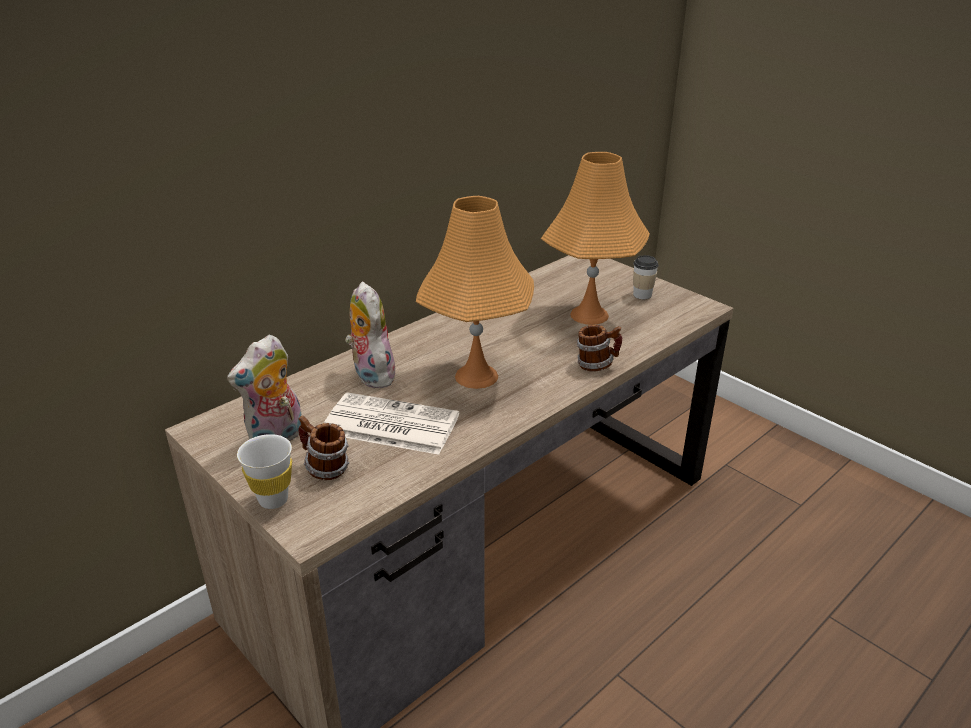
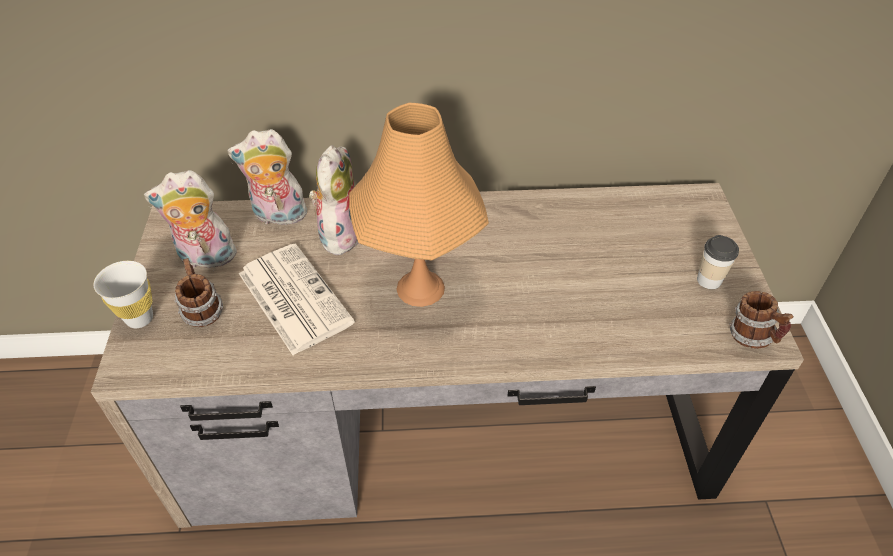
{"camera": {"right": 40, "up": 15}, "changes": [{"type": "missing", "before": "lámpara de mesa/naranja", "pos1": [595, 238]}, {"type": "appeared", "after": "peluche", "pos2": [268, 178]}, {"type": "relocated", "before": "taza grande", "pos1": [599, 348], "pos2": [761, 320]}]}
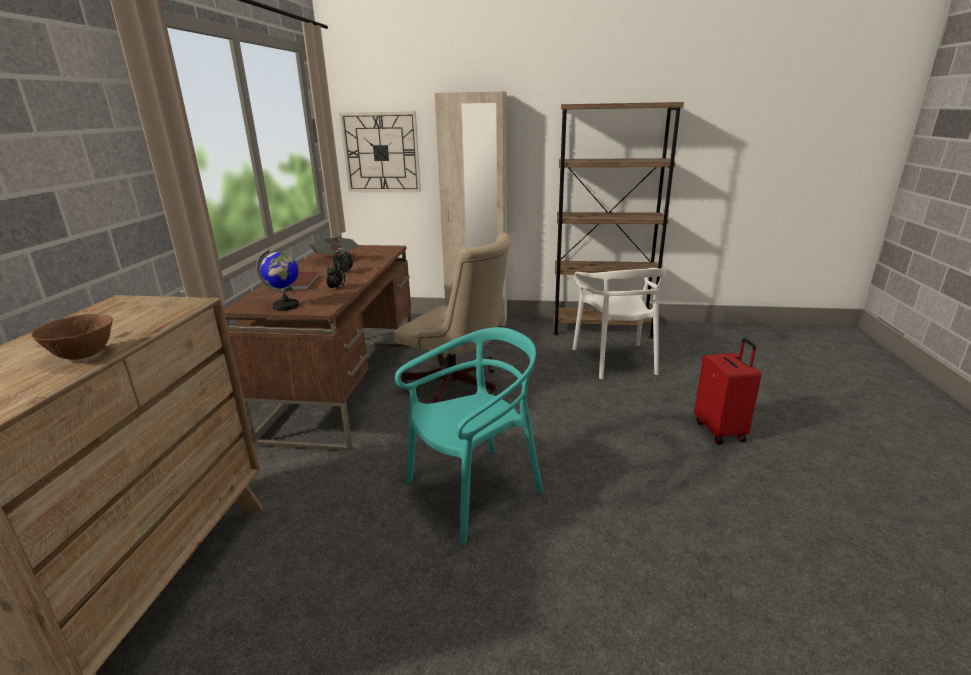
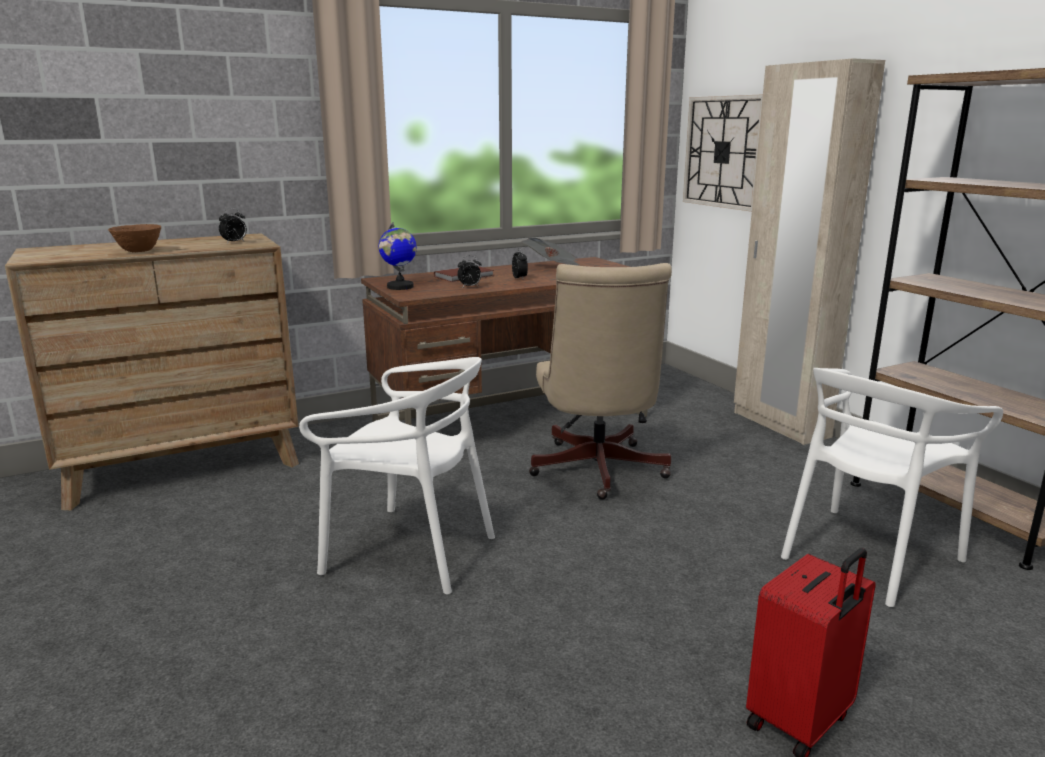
{"camera": {"right": 55, "up": -5}, "changes": [{"type": "appeared", "after": "despertador", "pos2": [233, 226]}, {"type": "colour", "before": "silla/turquesa", "after": "silla/blanco", "pos1": [469, 435], "pos2": [397, 475]}]}
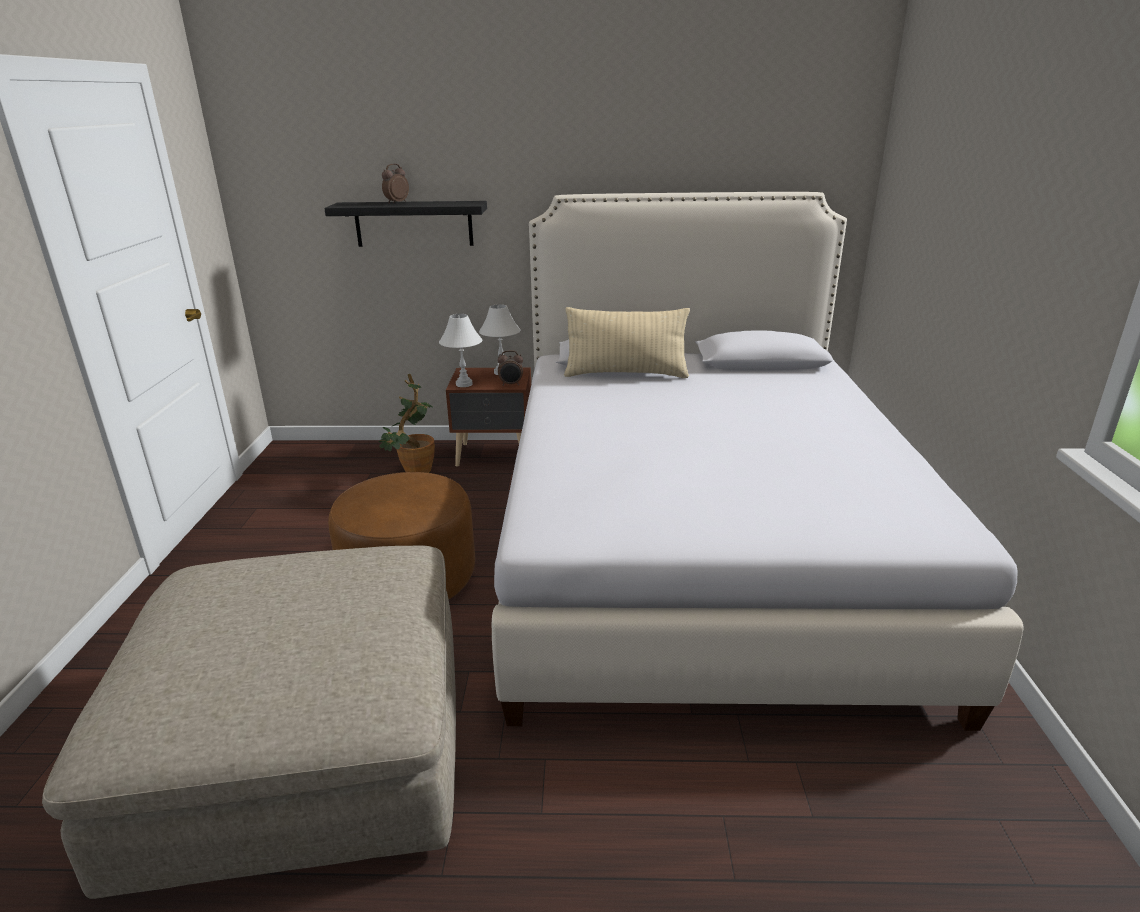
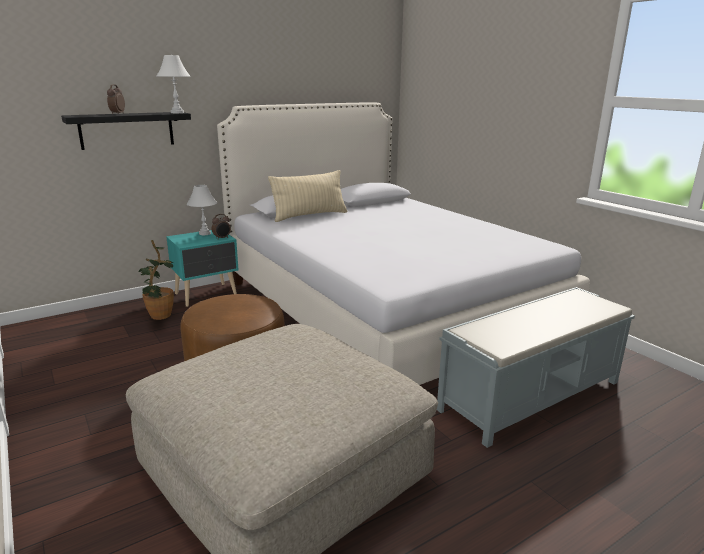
{"camera": {"right": -35, "up": -5}, "changes": [{"type": "appeared", "after": "banco/gris", "pos2": [536, 367]}, {"type": "relocated", "before": "lámpara de mesa/blanco", "pos1": [460, 350], "pos2": [174, 84]}, {"type": "colour", "before": "mesita de noche/marrón", "after": "mesita de noche/turquesa", "pos1": [488, 417], "pos2": [202, 268]}]}
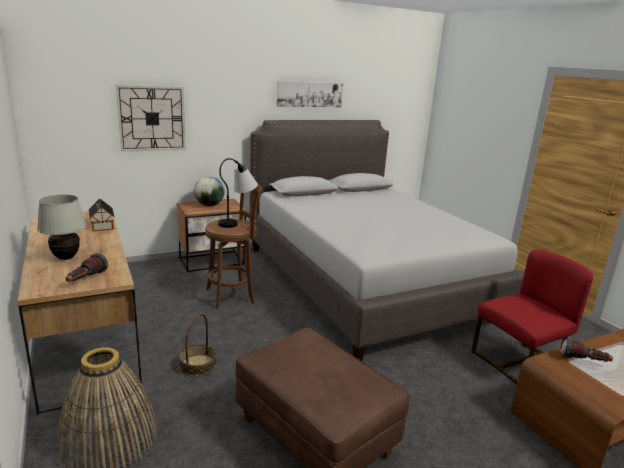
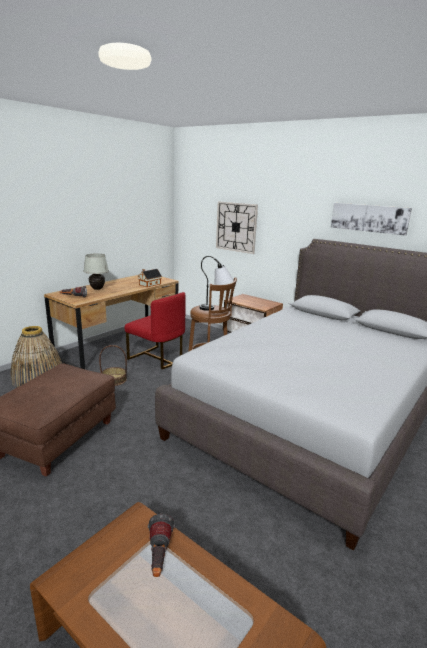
{"camera": {"right": 65, "up": 0}, "changes": [{"type": "missing", "before": "globo terráqueo", "pos1": [209, 191]}, {"type": "relocated", "before": "silla/rojo", "pos1": [532, 317], "pos2": [155, 330]}]}
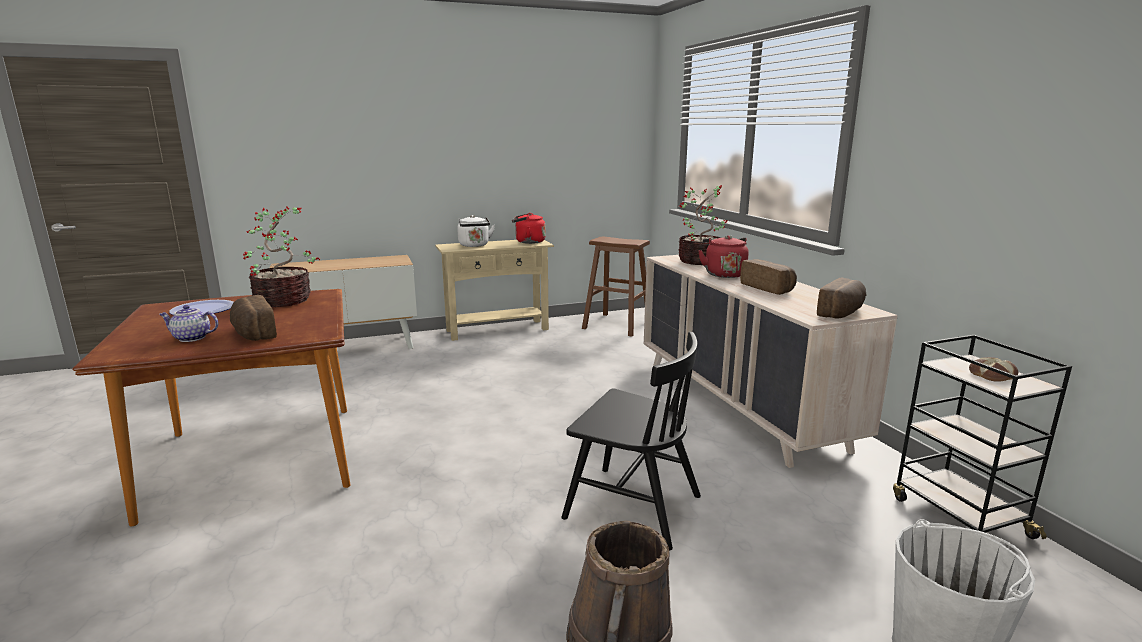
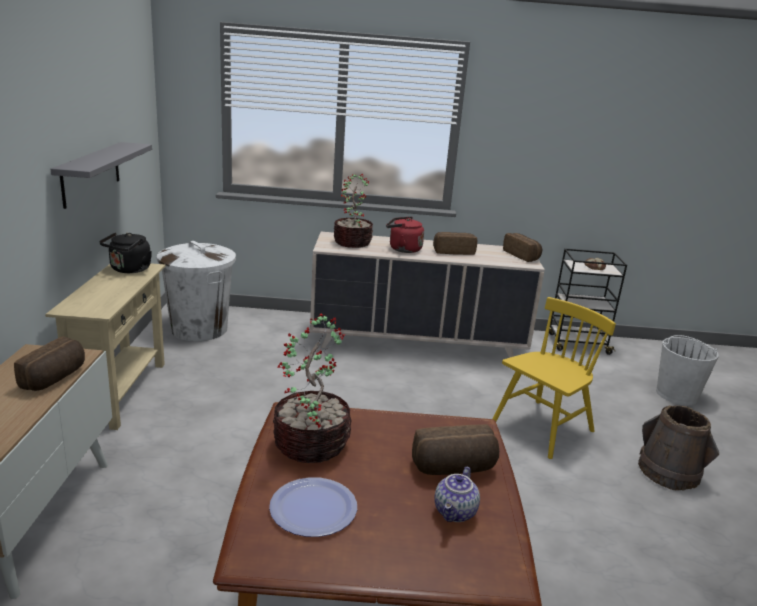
{"camera": {"right": -70, "up": 5}, "changes": [{"type": "missing", "before": "hervidor/blanco", "pos1": [476, 231]}, {"type": "appeared", "after": "pan", "pos2": [49, 363]}, {"type": "appeared", "after": "estante/gris", "pos2": [101, 175]}, {"type": "exchanged", "before": "taburete/marrón", "after": "papelera/blanco", "pos1": [616, 287], "pos2": [196, 291]}, {"type": "colour", "before": "hervidor/rojo", "after": "hervidor/negro", "pos1": [529, 228], "pos2": [125, 252]}, {"type": "colour", "before": "silla/negro", "after": "silla/amarillo", "pos1": [631, 441], "pos2": [554, 378]}]}
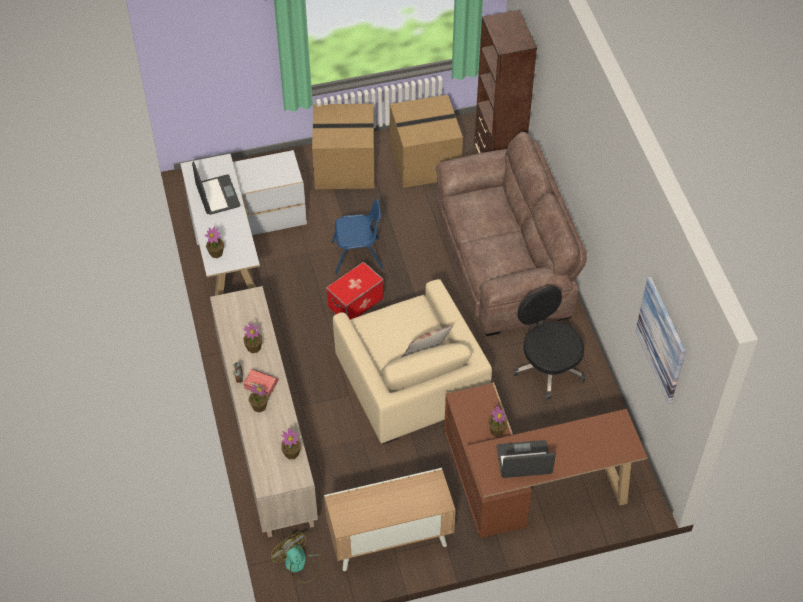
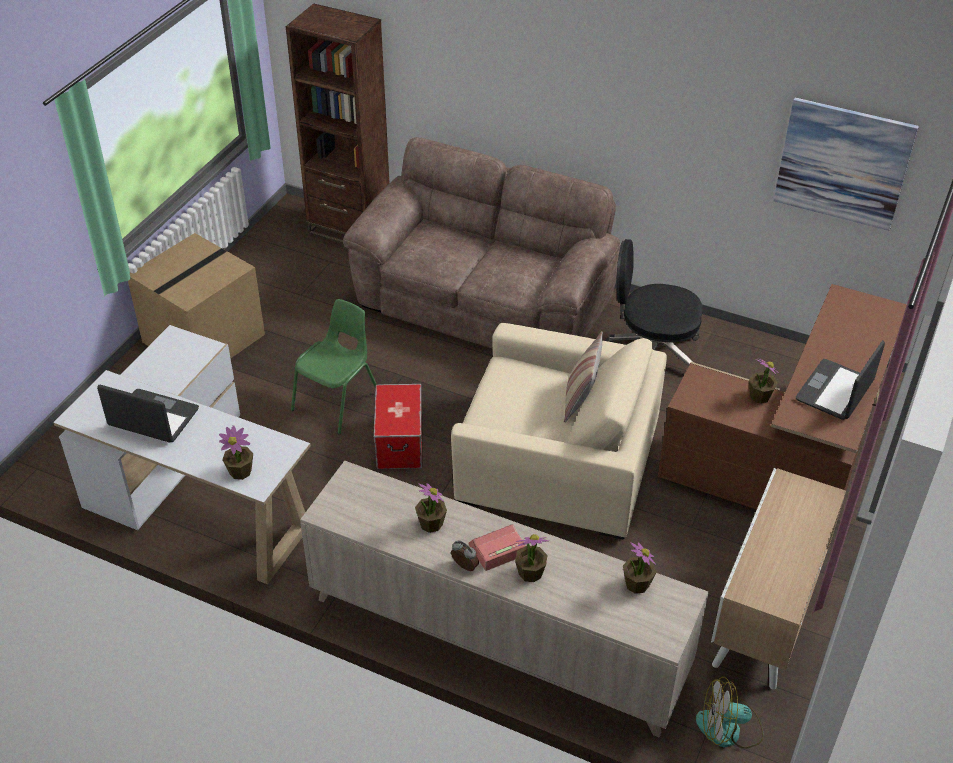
{"camera": {"right": -50, "up": -10}, "changes": [{"type": "missing", "before": "caja de cartón", "pos1": [426, 141]}, {"type": "colour", "before": "silla/azul", "after": "silla/verde", "pos1": [357, 236], "pos2": [334, 366]}]}
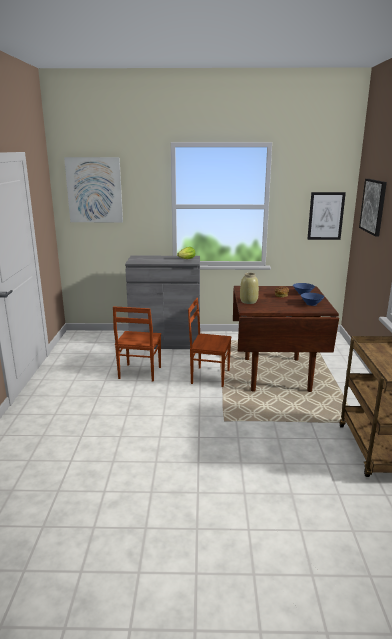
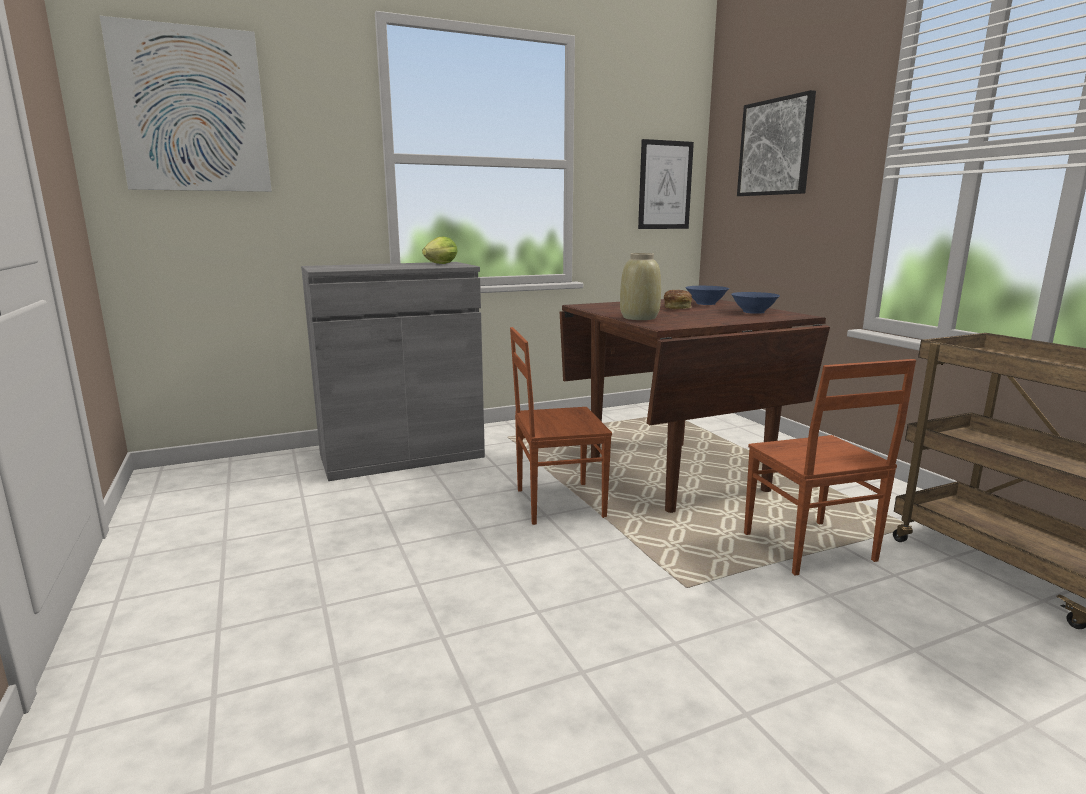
{"camera": {"right": -25, "up": -5}, "changes": [{"type": "relocated", "before": "silla/marrón", "pos1": [137, 344], "pos2": [830, 467]}]}
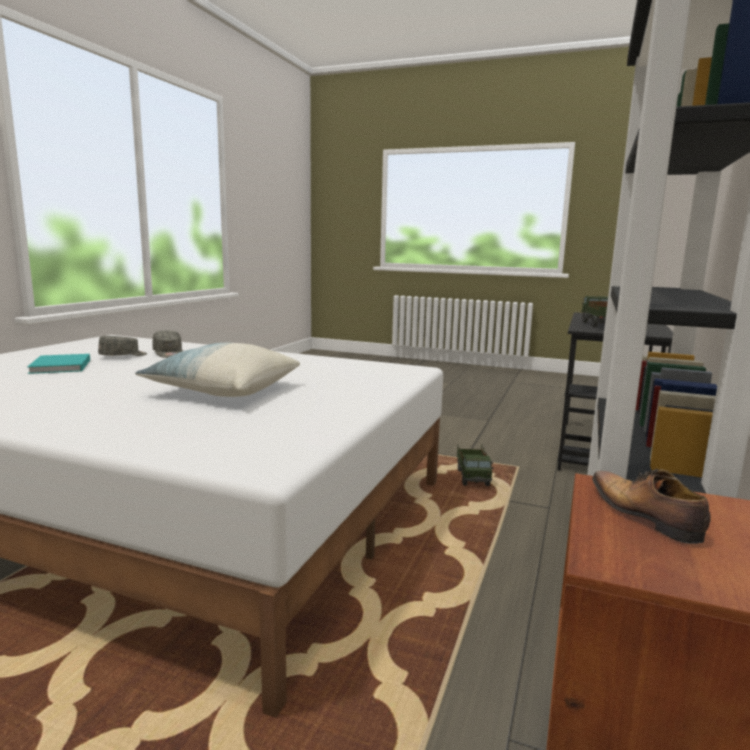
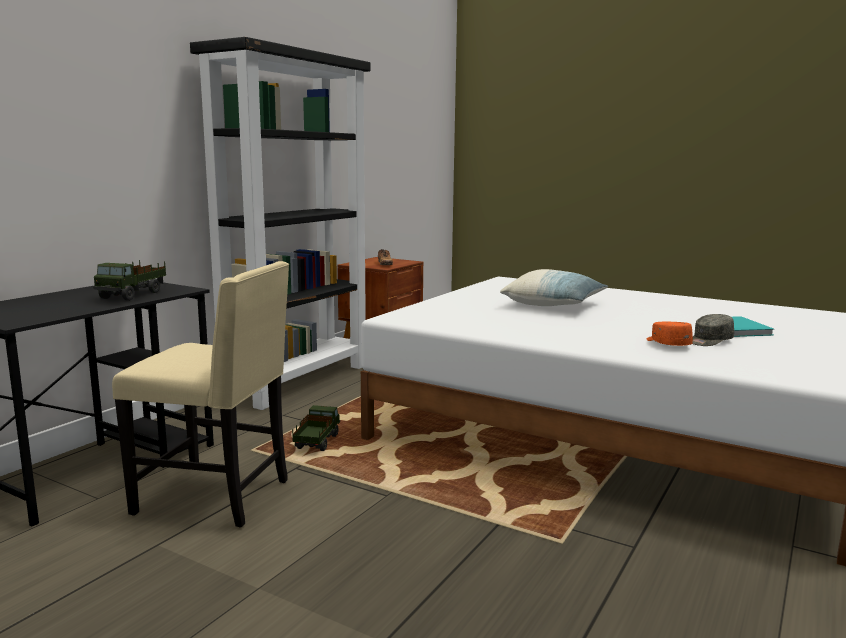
{"camera": {"right": -170, "up": 0}, "changes": [{"type": "appeared", "after": "silla/beis", "pos2": [200, 394]}, {"type": "colour", "before": "gorra/gris", "after": "gorra/naranja", "pos1": [167, 344], "pos2": [670, 334]}]}
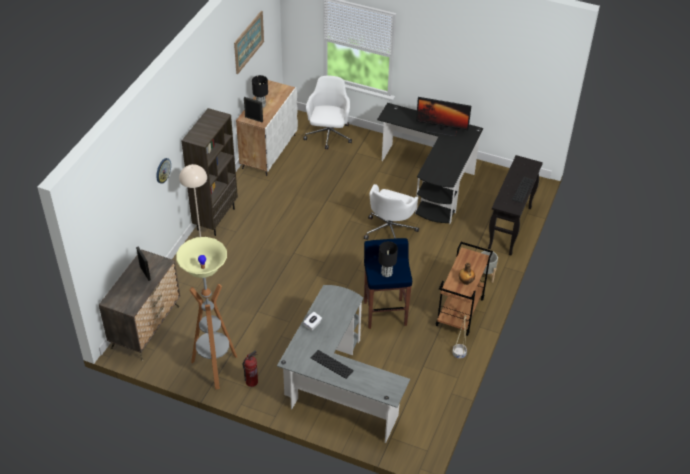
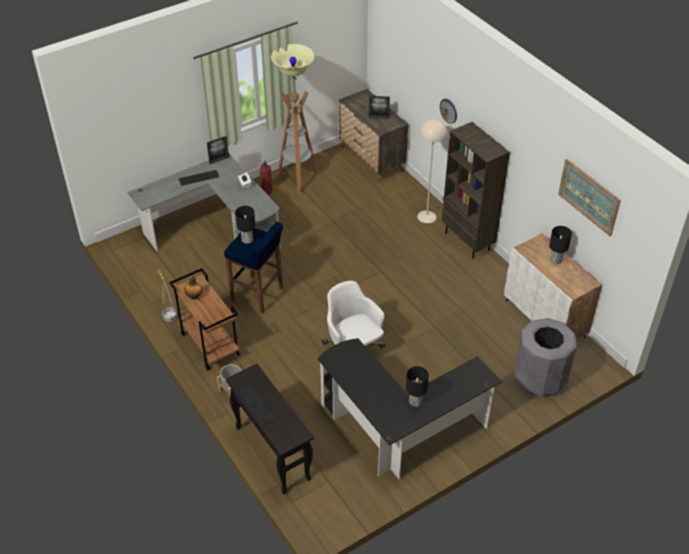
{"camera": {"right": 125, "up": 0}, "changes": [{"type": "relocated", "before": "portarretratos", "pos1": [253, 109], "pos2": [218, 150]}, {"type": "exchanged", "before": "silla de oficina/blanco", "after": "papelera/gris", "pos1": [327, 112], "pos2": [545, 357]}, {"type": "exchanged", "before": "monitor", "after": "lámpara de mesa/negro", "pos1": [443, 117], "pos2": [417, 386]}]}
